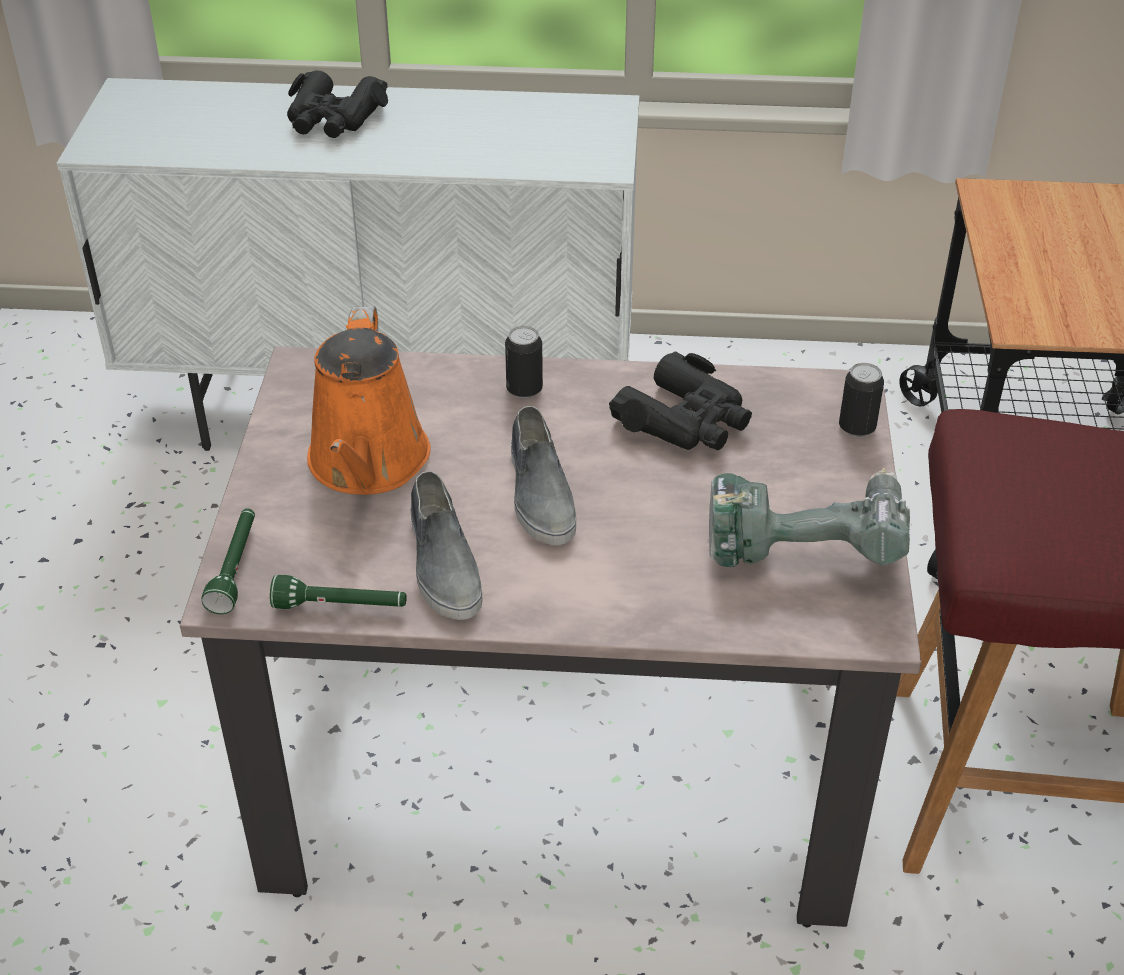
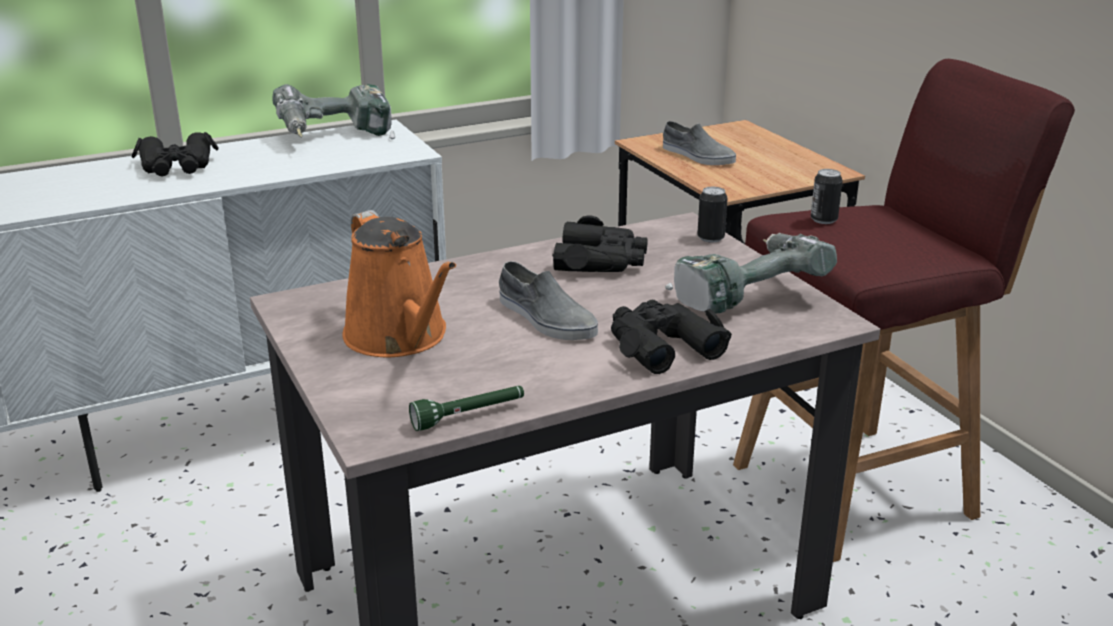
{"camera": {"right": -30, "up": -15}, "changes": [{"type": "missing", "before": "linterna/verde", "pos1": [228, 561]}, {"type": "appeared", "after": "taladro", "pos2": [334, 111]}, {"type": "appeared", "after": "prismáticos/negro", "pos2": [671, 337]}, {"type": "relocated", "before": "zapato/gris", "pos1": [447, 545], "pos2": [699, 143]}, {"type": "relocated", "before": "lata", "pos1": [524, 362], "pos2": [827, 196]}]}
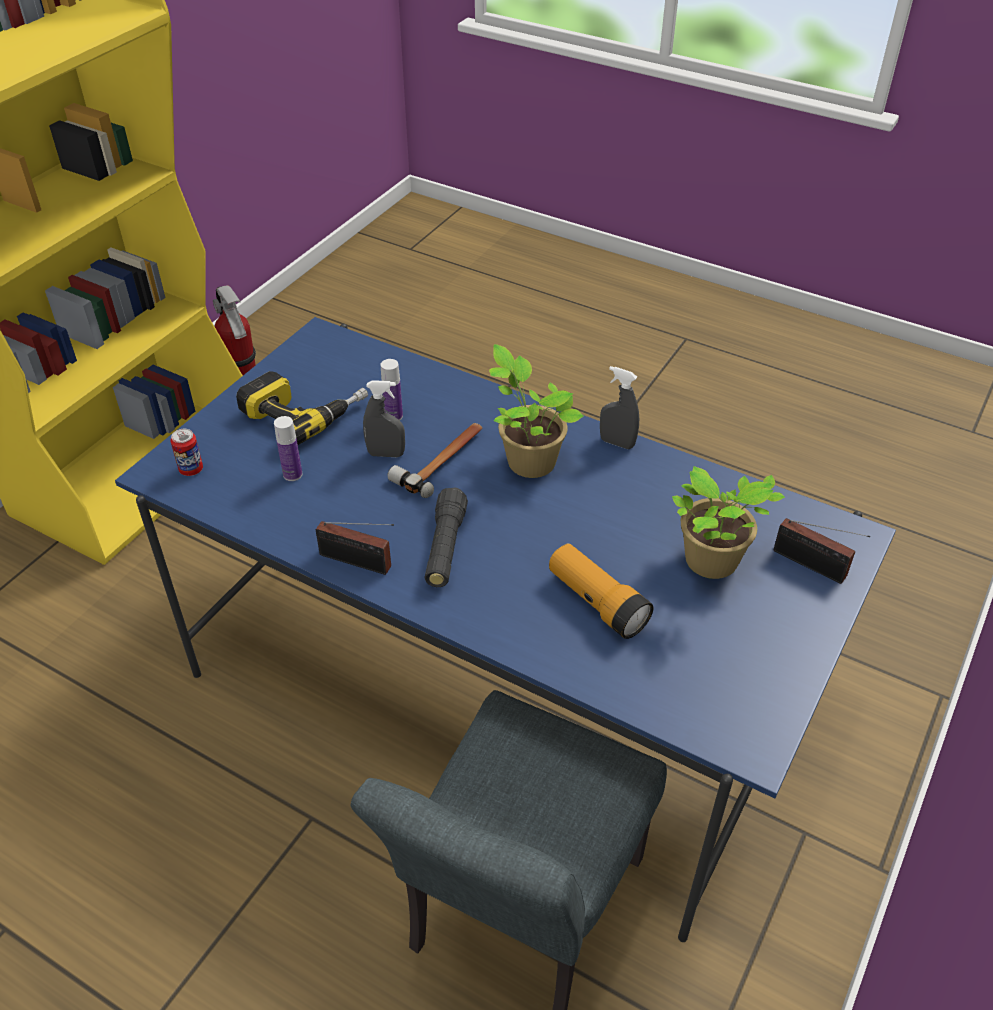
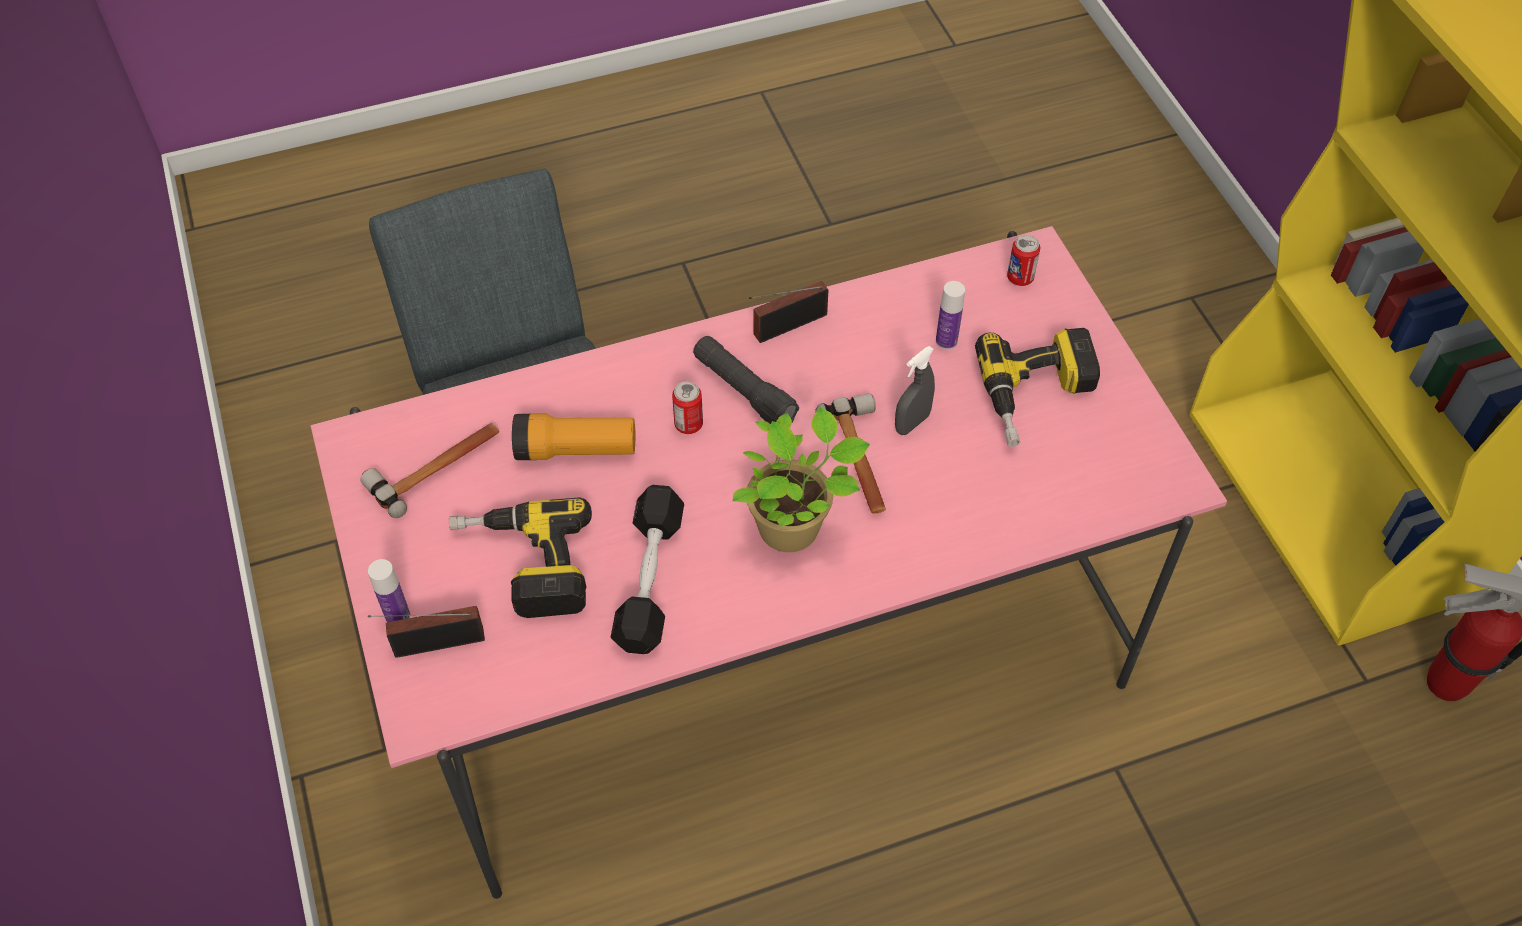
{"camera": {"right": 130, "up": 10}, "changes": [{"type": "missing", "before": "pulverizador/gris", "pos1": [619, 407]}, {"type": "appeared", "after": "martillo", "pos2": [429, 470]}, {"type": "appeared", "after": "mancuerna/negro", "pos2": [647, 569]}, {"type": "appeared", "after": "lata", "pos2": [687, 407]}, {"type": "relocated", "before": "botella", "pos1": [392, 390], "pos2": [389, 590]}, {"type": "exchanged", "before": "planta en maceta", "after": "taladro", "pos1": [728, 522], "pos2": [520, 557]}, {"type": "colour", "before": "mesa de comedor/azul", "after": "mesa de comedor/rosa", "pos1": [505, 629], "pos2": [768, 562]}]}
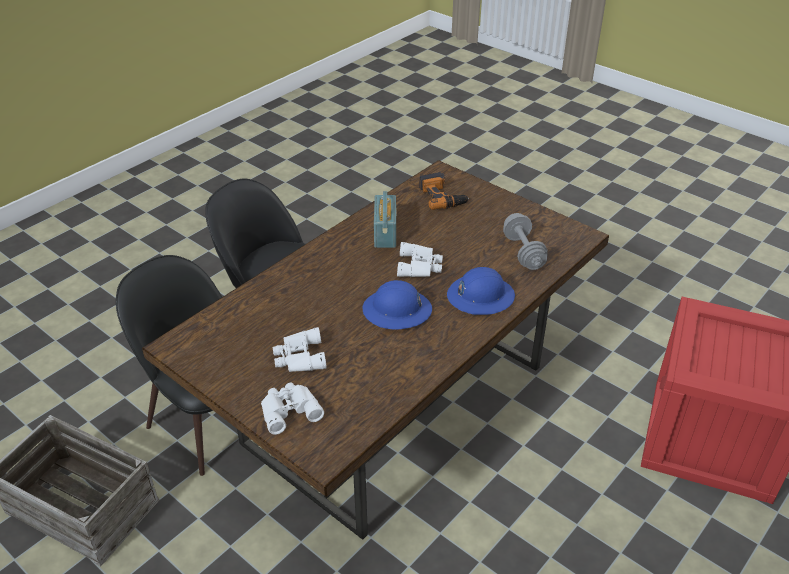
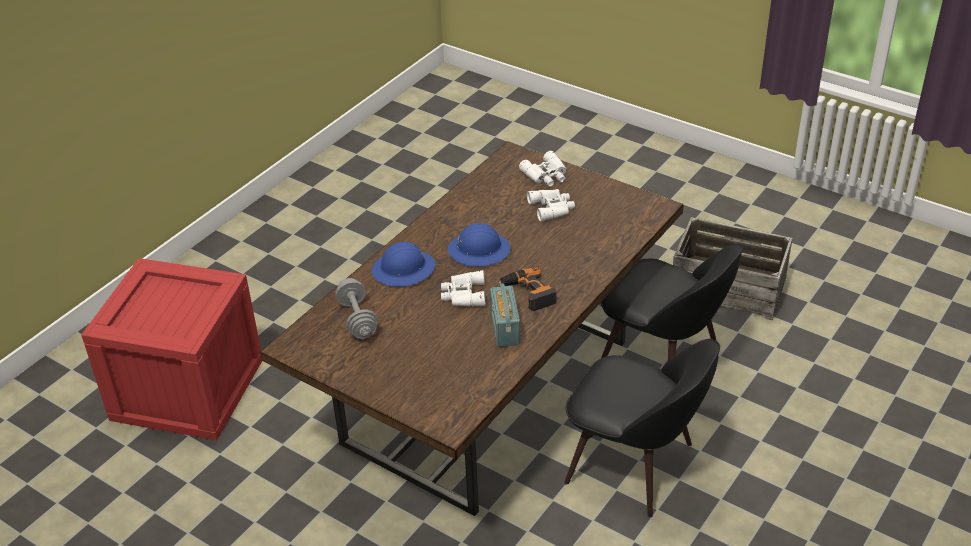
{"camera": {"right": 175, "up": 0}, "changes": [{"type": "relocated", "before": "taladro", "pos1": [444, 191], "pos2": [527, 288]}]}
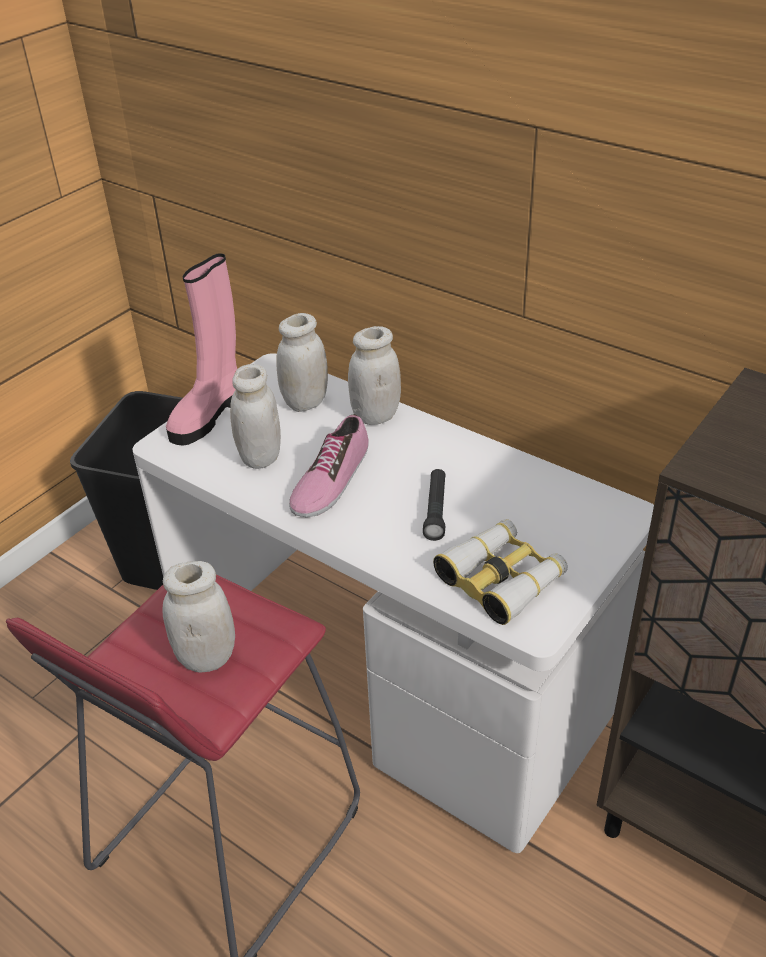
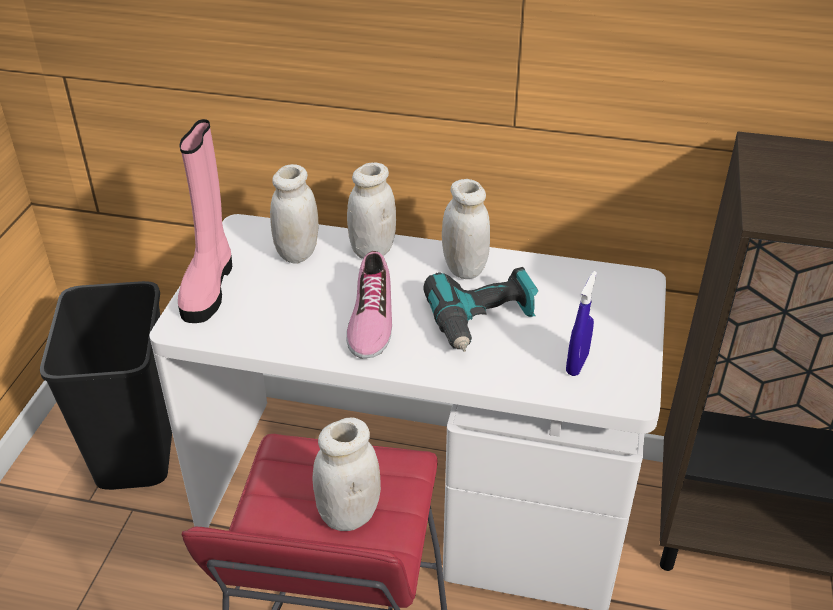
{"camera": {"right": -25, "up": 0}, "changes": [{"type": "relocated", "before": "tarro/blanco", "pos1": [255, 416], "pos2": [466, 229]}, {"type": "exchanged", "before": "linterna/negro", "after": "taladro", "pos1": [434, 505], "pos2": [481, 309]}, {"type": "exchanged", "before": "prismáticos", "after": "pulverizador/azul", "pos1": [500, 572], "pos2": [581, 323]}]}
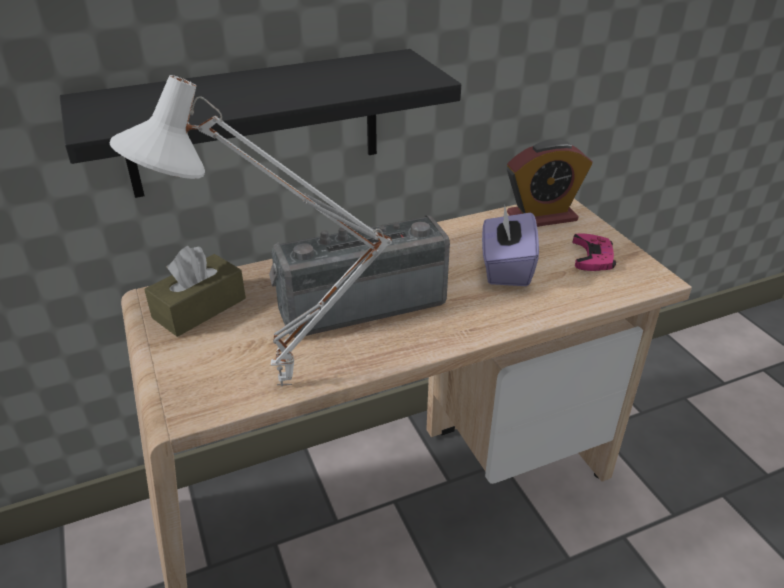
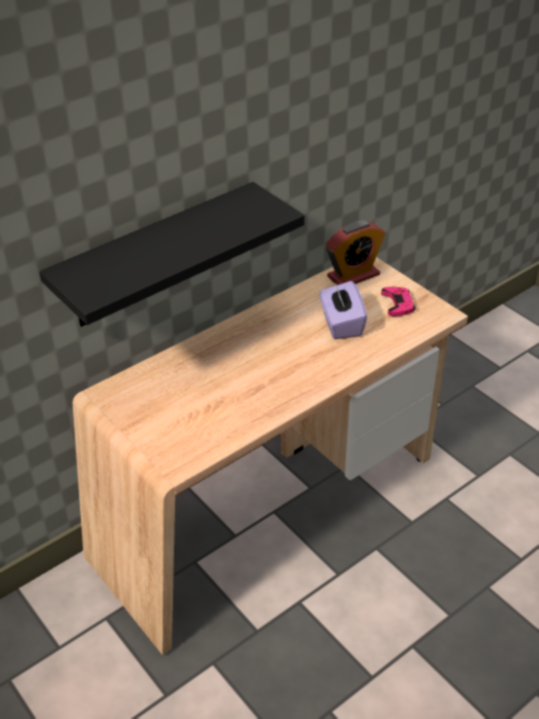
{"camera": {"right": -15, "up": 5}, "changes": [{"type": "missing", "before": "lámpara de mesa/blanco", "pos1": [251, 230]}, {"type": "missing", "before": "caja de pañuelos/marrón", "pos1": [195, 291]}, {"type": "missing", "before": "radio", "pos1": [359, 276]}]}
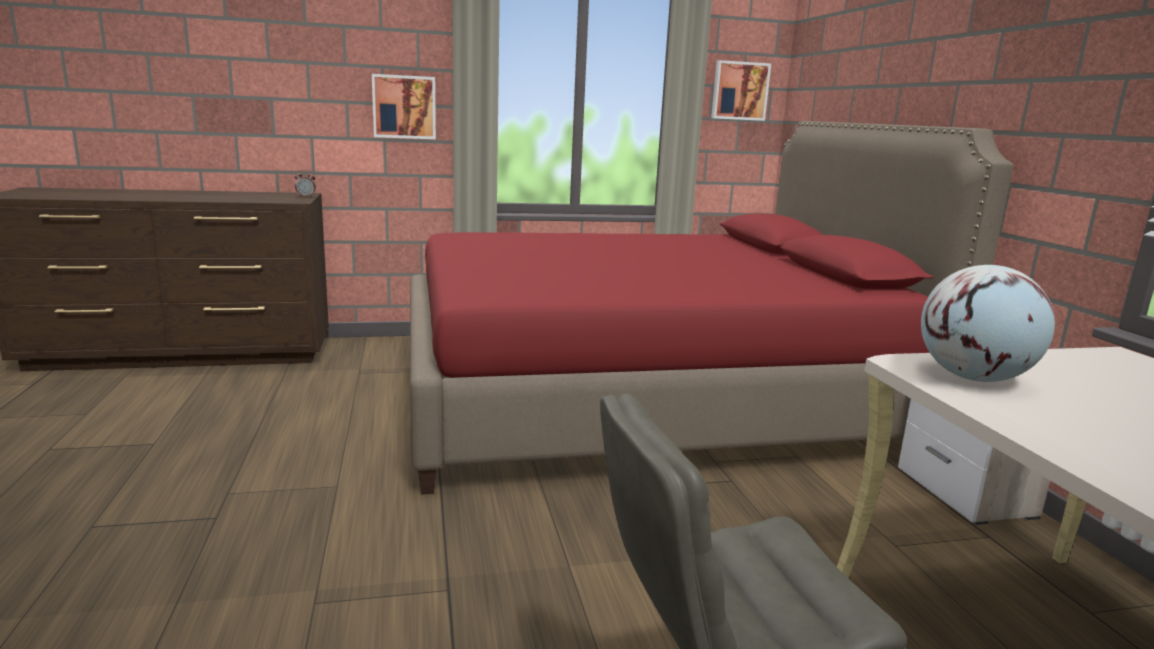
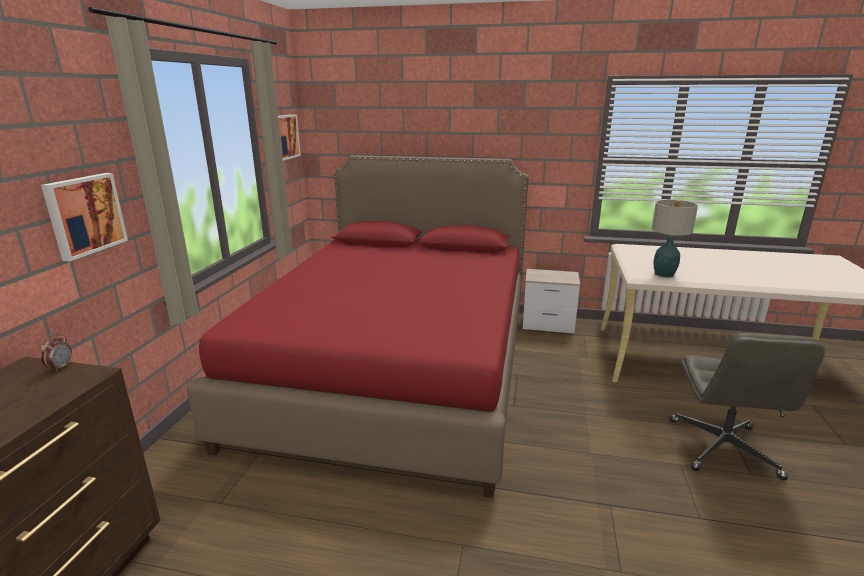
{"camera": {"right": -65, "up": 5}, "changes": [{"type": "exchanged", "before": "globo terráqueo", "after": "lámpara de mesa", "pos1": [988, 323], "pos2": [675, 238]}]}
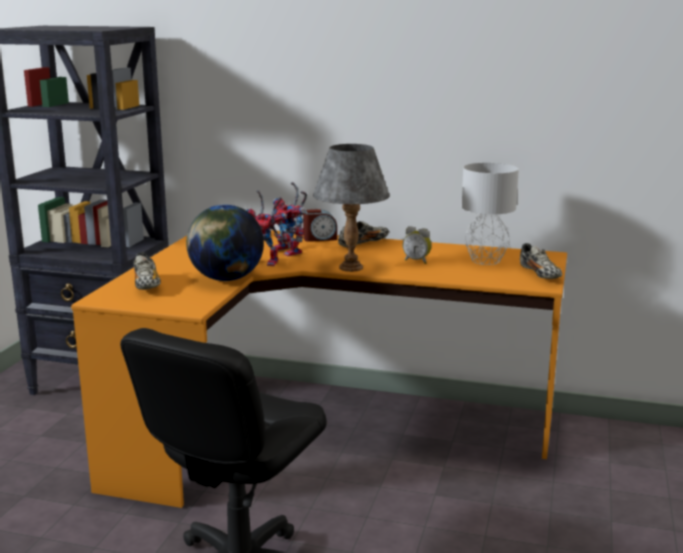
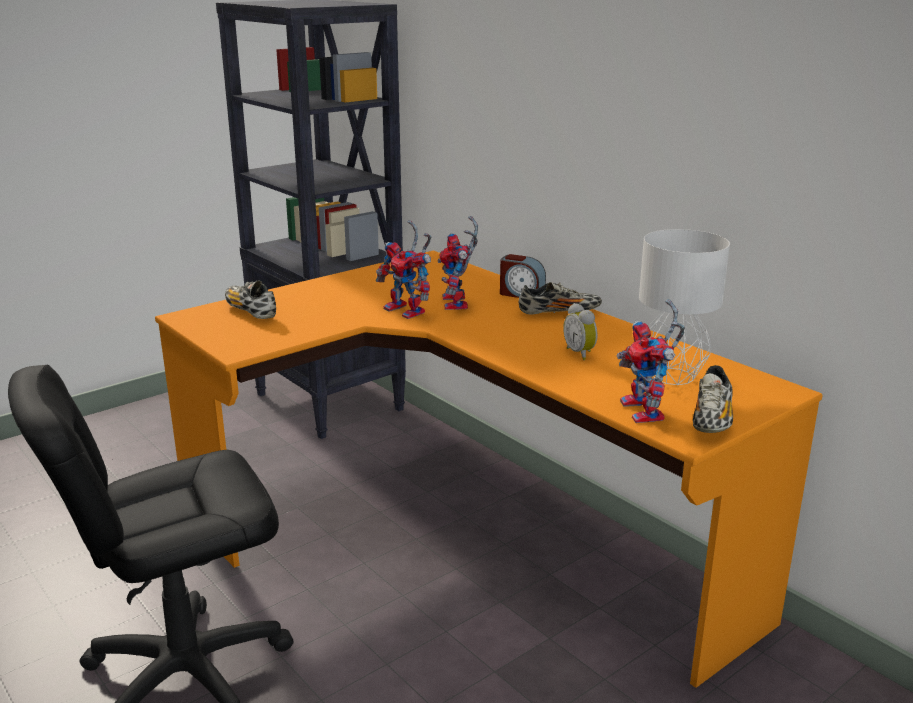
{"camera": {"right": 35, "up": 5}, "changes": [{"type": "missing", "before": "globo terráqueo", "pos1": [225, 243]}, {"type": "missing", "before": "lámpara de mesa/gris", "pos1": [351, 208]}, {"type": "appeared", "after": "robot de juguete", "pos2": [650, 361]}, {"type": "spun", "before": "zapato", "pos1": [147, 271], "pos2": [250, 299], "turn": 120}]}
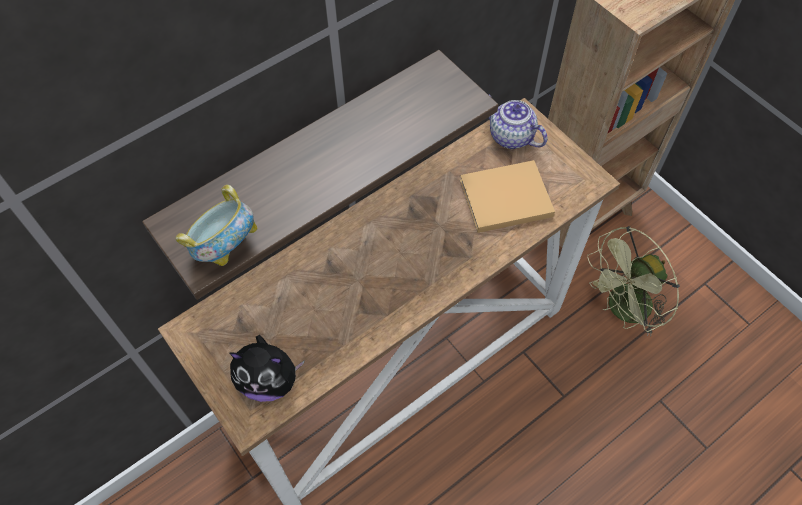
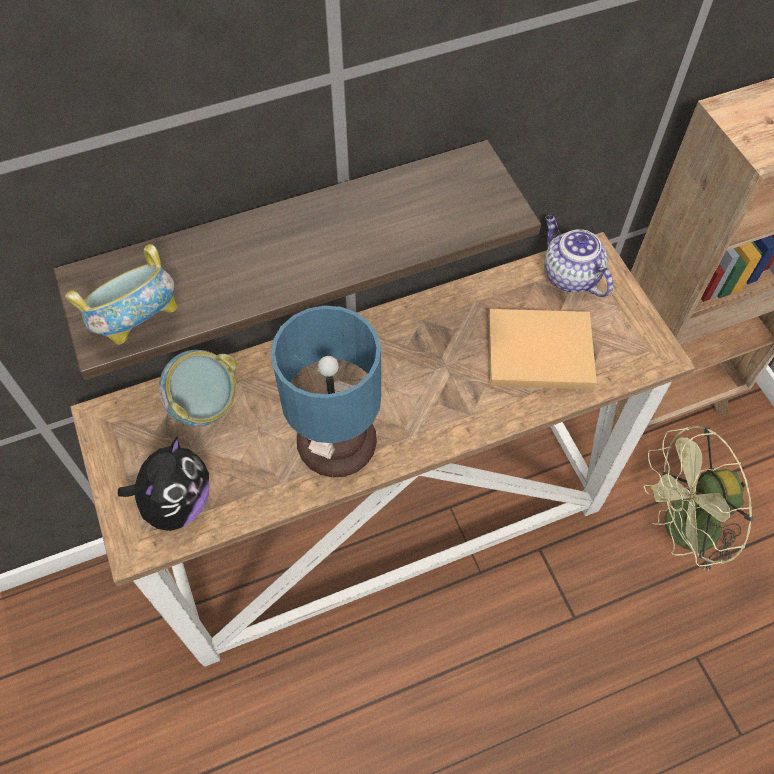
{"camera": {"right": 15, "up": 0}, "changes": [{"type": "appeared", "after": "cuenco", "pos2": [198, 388]}, {"type": "appeared", "after": "lámpara de mesa", "pos2": [326, 391]}, {"type": "spun", "before": "peluche", "pos1": [267, 368], "pos2": [163, 484], "turn": -90}]}
